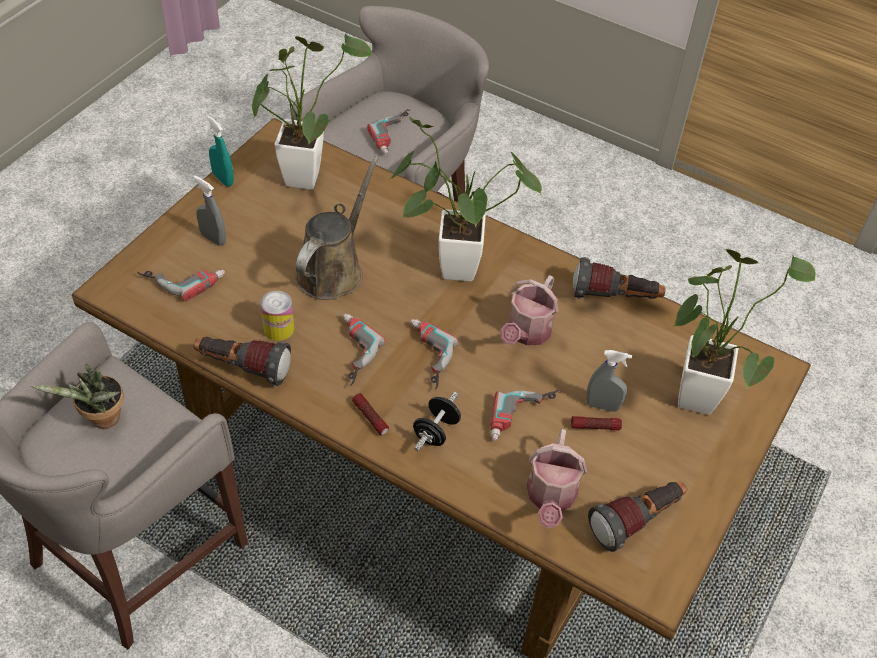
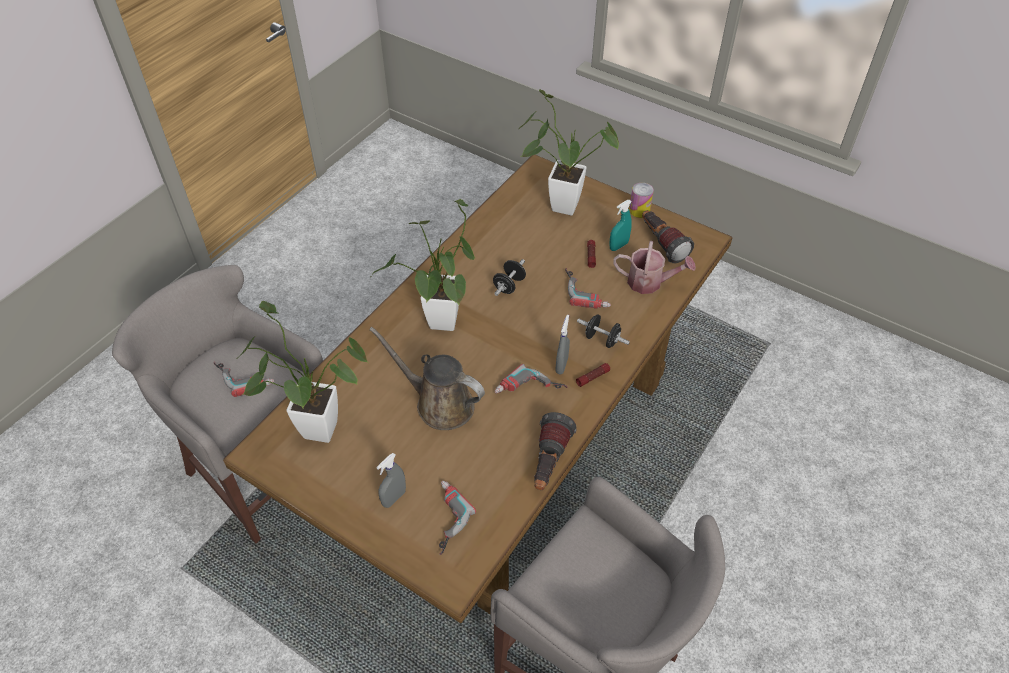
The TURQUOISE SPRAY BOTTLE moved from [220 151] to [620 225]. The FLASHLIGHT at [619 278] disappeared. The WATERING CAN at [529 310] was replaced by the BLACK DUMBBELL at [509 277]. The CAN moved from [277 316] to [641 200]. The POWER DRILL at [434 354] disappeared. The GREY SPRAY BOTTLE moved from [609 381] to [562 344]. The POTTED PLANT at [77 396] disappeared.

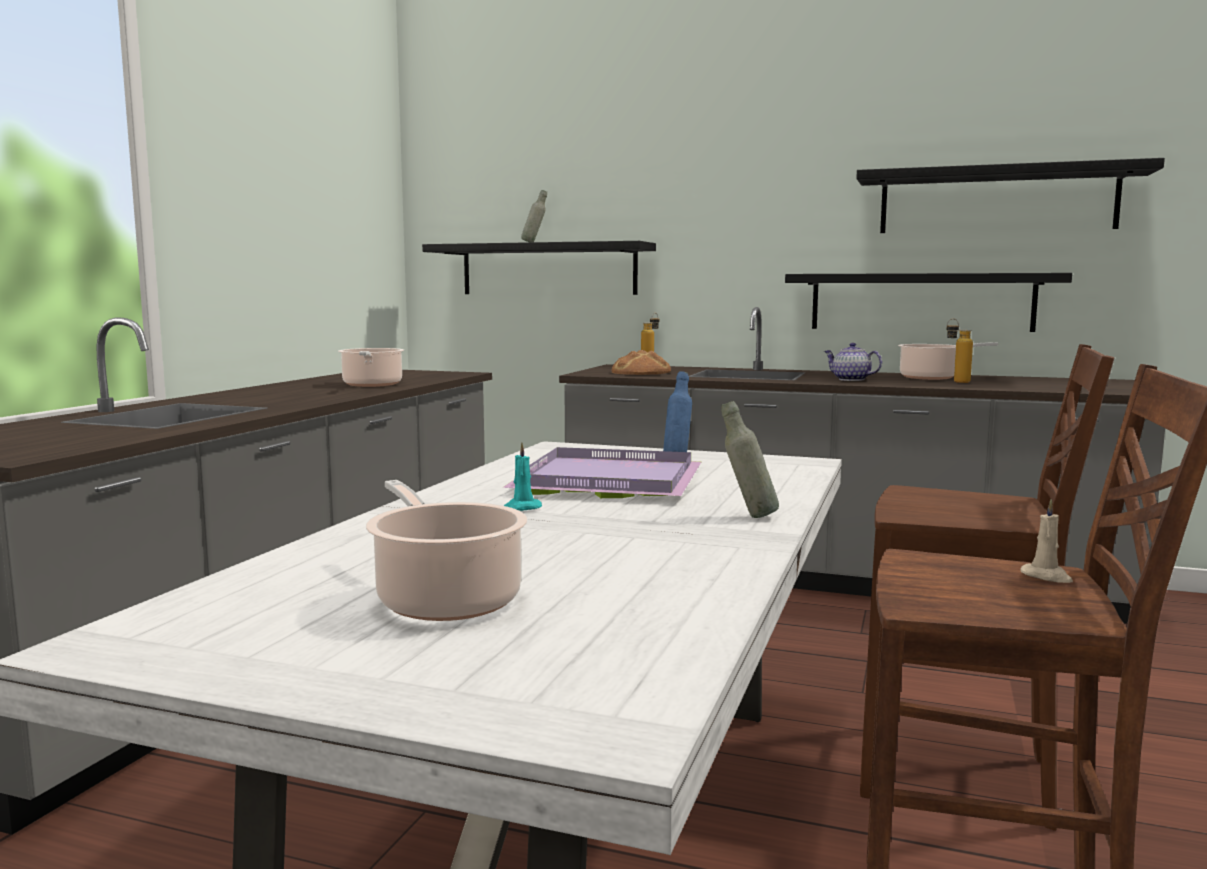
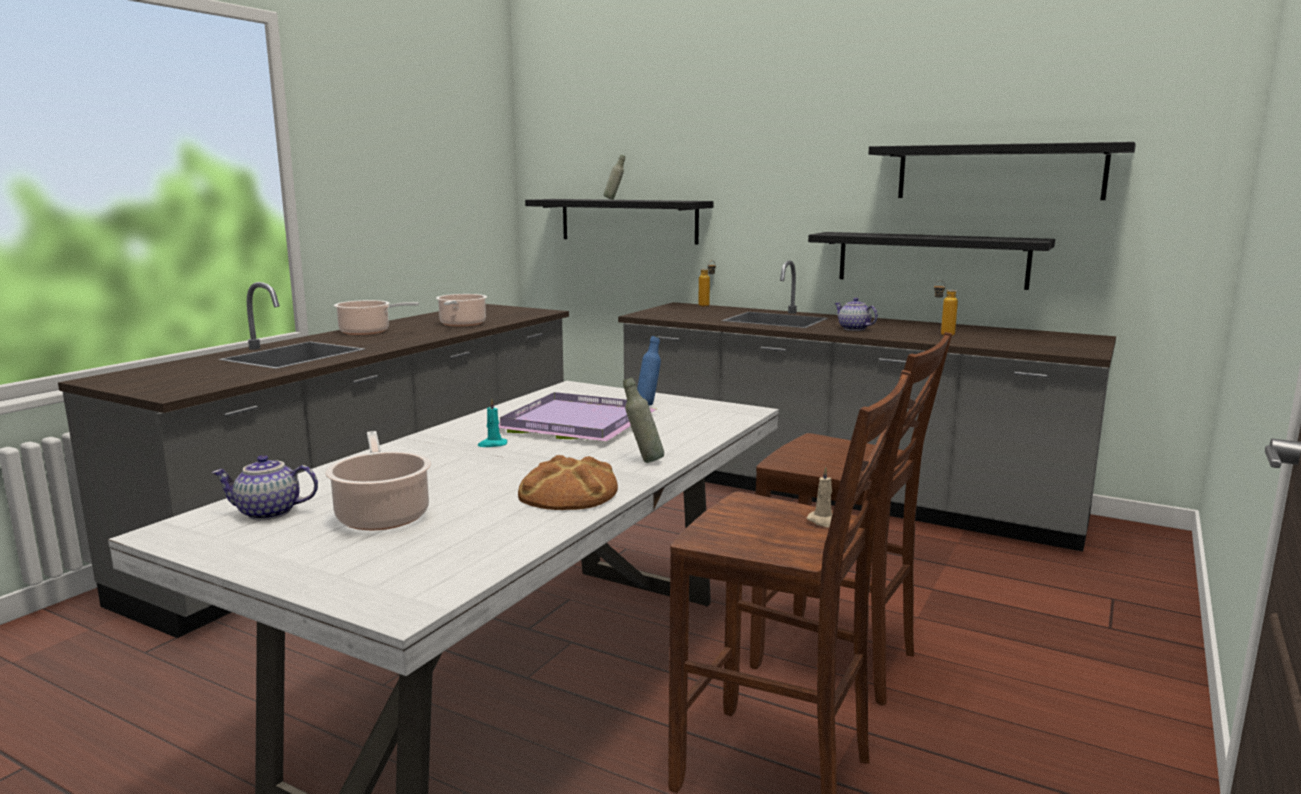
The COOKING POT moved from [948 361] to [376 317]. The BREAD moved from [641 362] to [568 482]. The TEAPOT at [264 487] appeared.

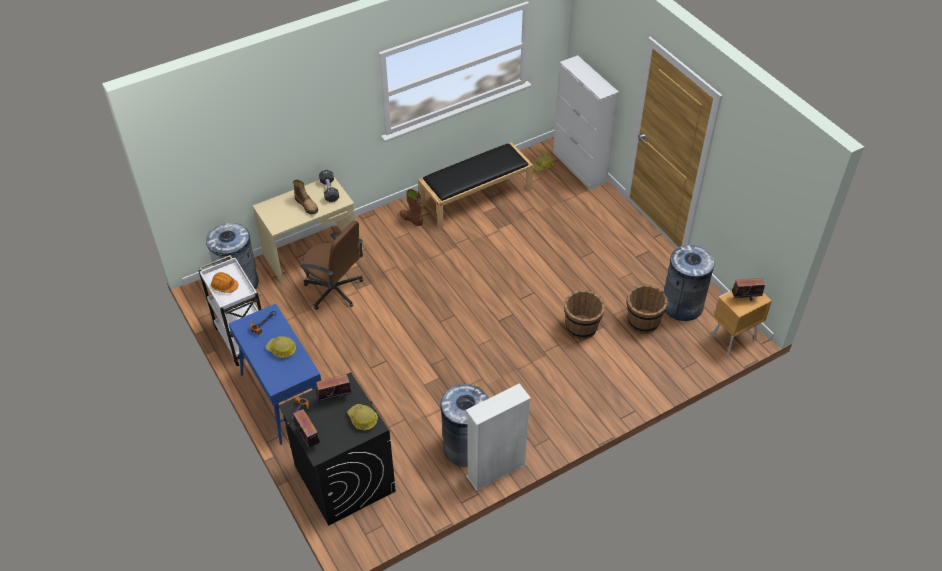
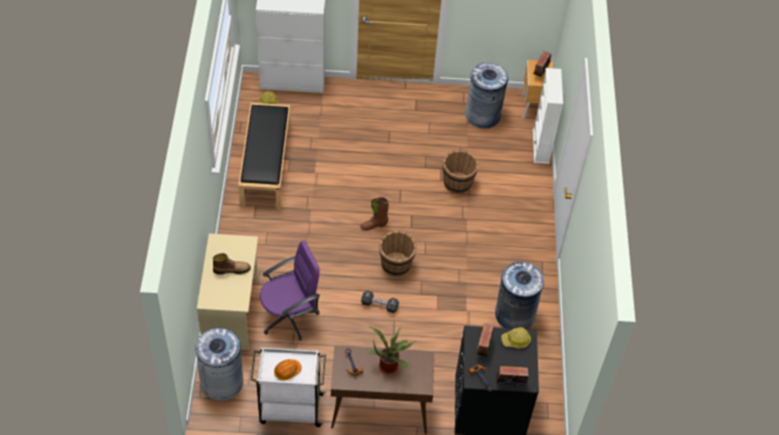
The BLACK DUMBBELL moved from [329 186] to [380 302]. The BROWN BOOT moved from [411 207] to [374 213]. The BROWN OFFICE CHAIR at [331 265] became the PURPLE OFFICE CHAIR at [290 290]. The BROWN BUCKET moved from [647 309] to [398 253]. The BLUE CONSOLE TABLE at [274 374] became the BROWN CONSOLE TABLE at [382 390]. The HARD HAT at [281 347] was replaced by the POTTED PLANT at [392 350]. The WHITE BOOKCASE moved from [498 437] to [548 116].

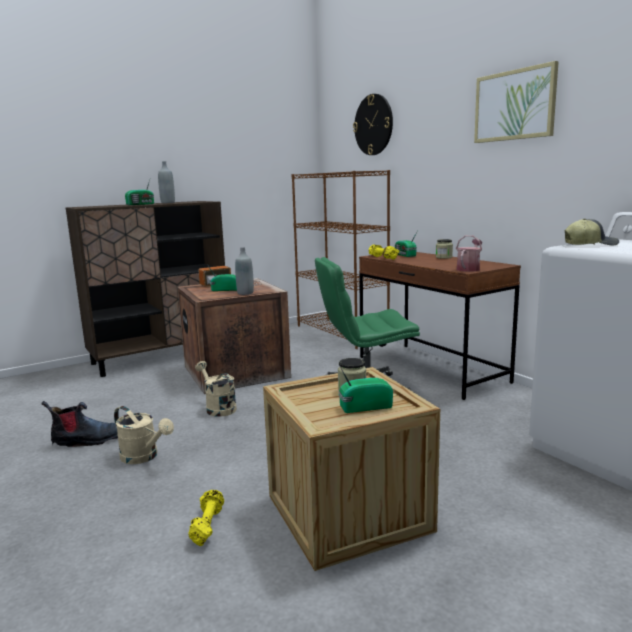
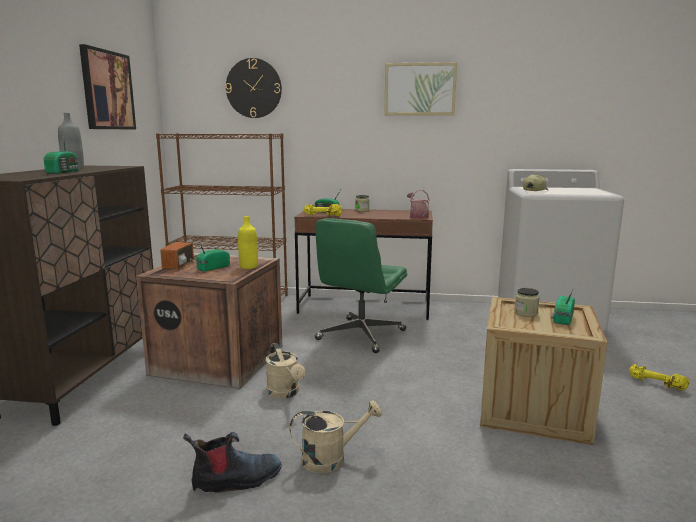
The GREY BOTTLE at [244 271] became the YELLOW BOTTLE at [248 242]. The BEIGE WATERING CAN at [216 389] turned 120 degrees counterclockwise. The BOOT at [79 424] turned 45 degrees clockwise. The YELLOW DUMBBELL moved from [206 518] to [659 377]. The PICTURE at [107 86] appeared.

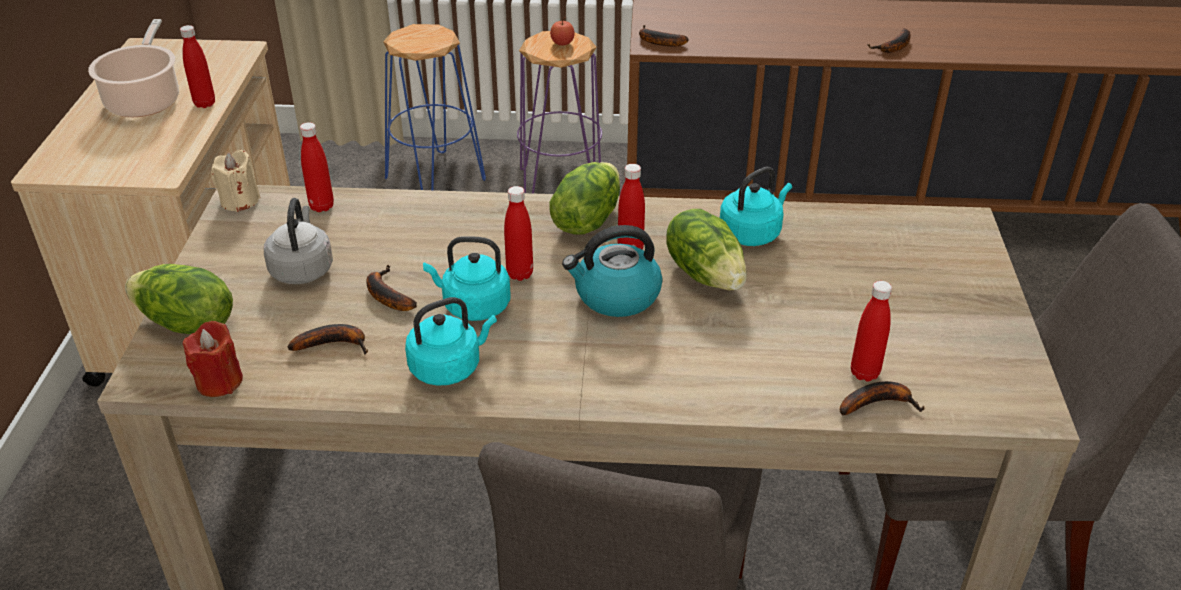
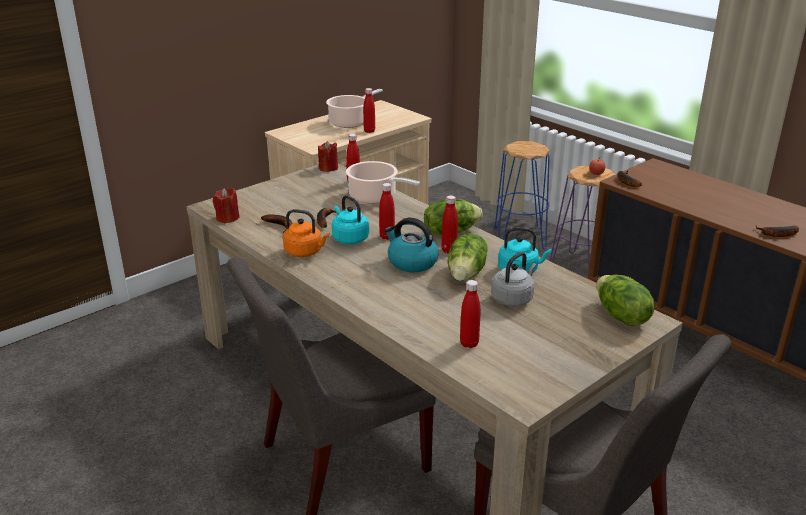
The BEIGE CANDLE at [236 181] became the RED CANDLE at [328 156]. The GREY KETTLE moved from [298 241] to [513 279]. The LETTUCE moved from [179 299] to [625 300]. The TURQUOISE KETTLE at [451 341] became the ORANGE KETTLE at [306 233]. The BANANA at [882 398] disappeared. The COOKING POT at [383 182] appeared.

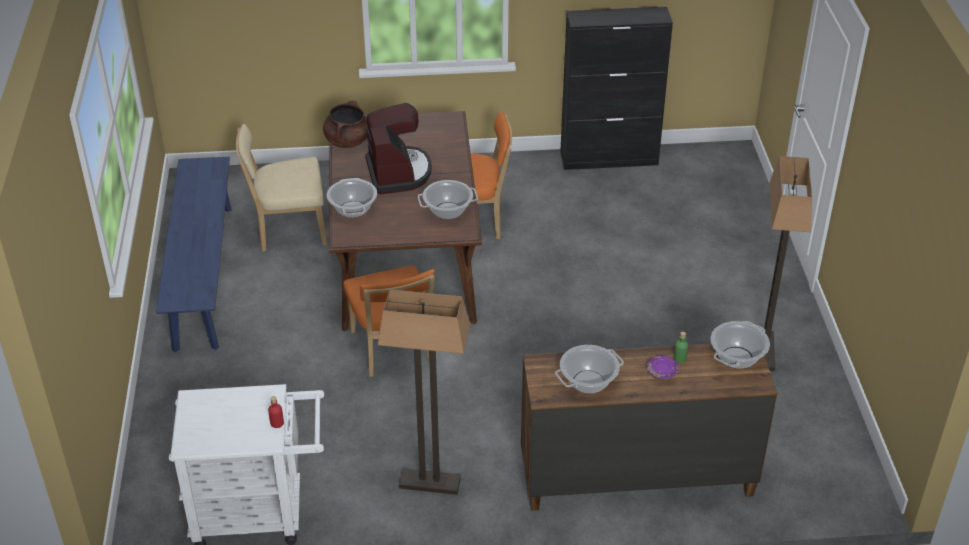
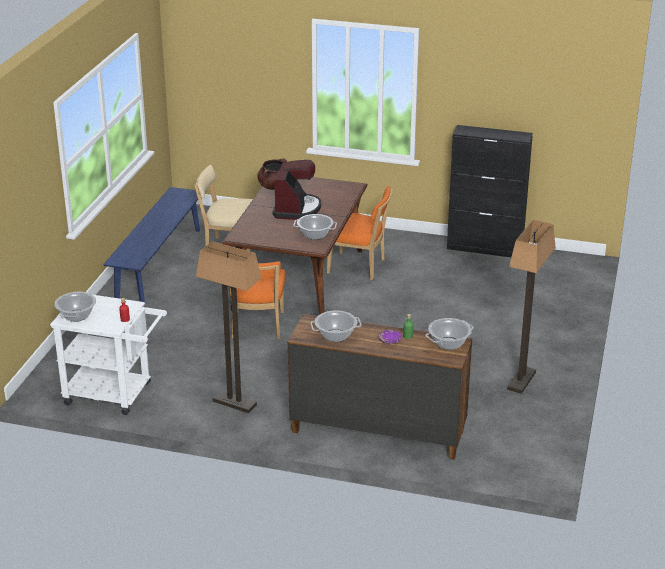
The COOKING POT moved from [352 198] to [75 307].

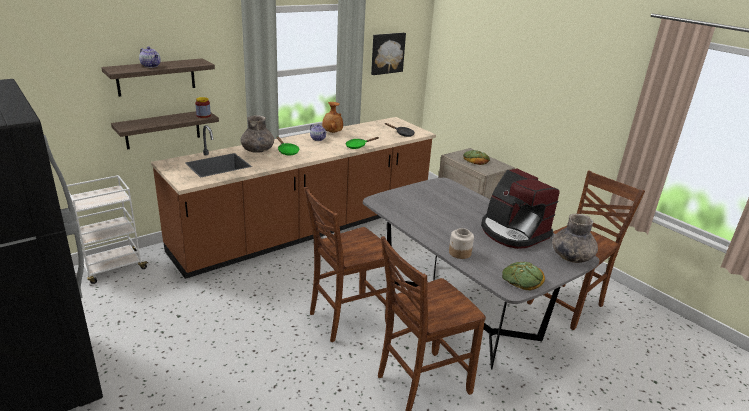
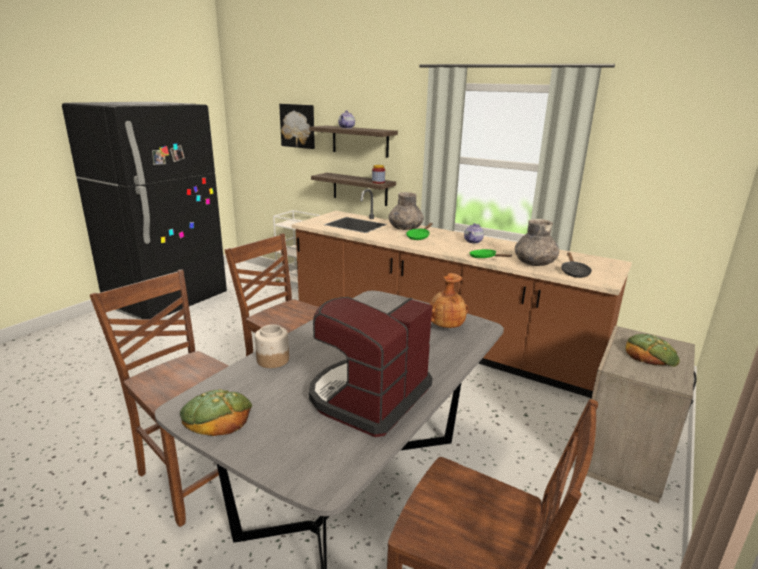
The PICTURE moved from [388 54] to [297 126]. The BROWN VASE moved from [332 117] to [449 300]. The GREY VASE moved from [575 238] to [537 242].

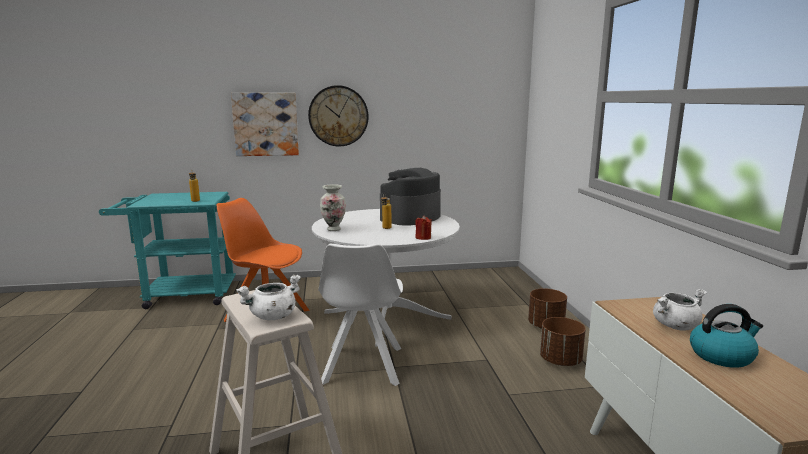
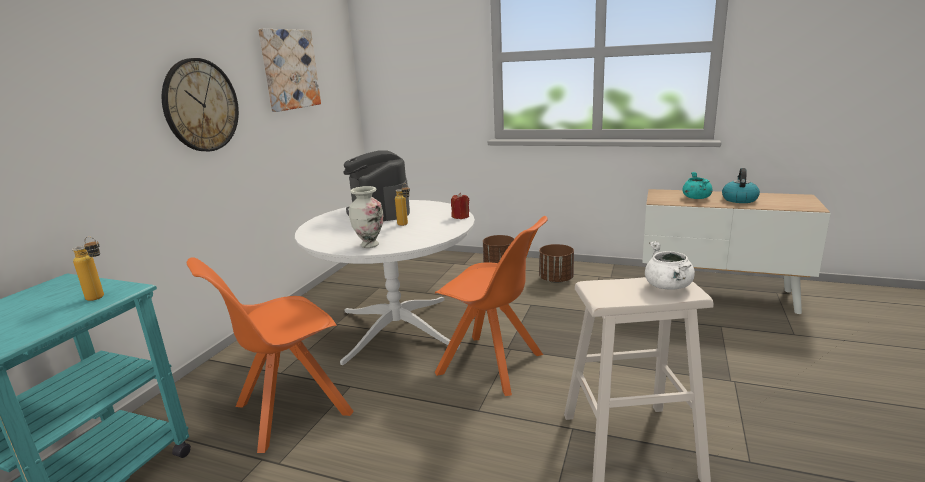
The PICTURE moved from [265 124] to [289 70]. The WHITE CHAIR at [360 315] became the ORANGE CHAIR at [491 306]. The WHITE COOKING POT at [680 310] became the TURQUOISE COOKING POT at [697 185].

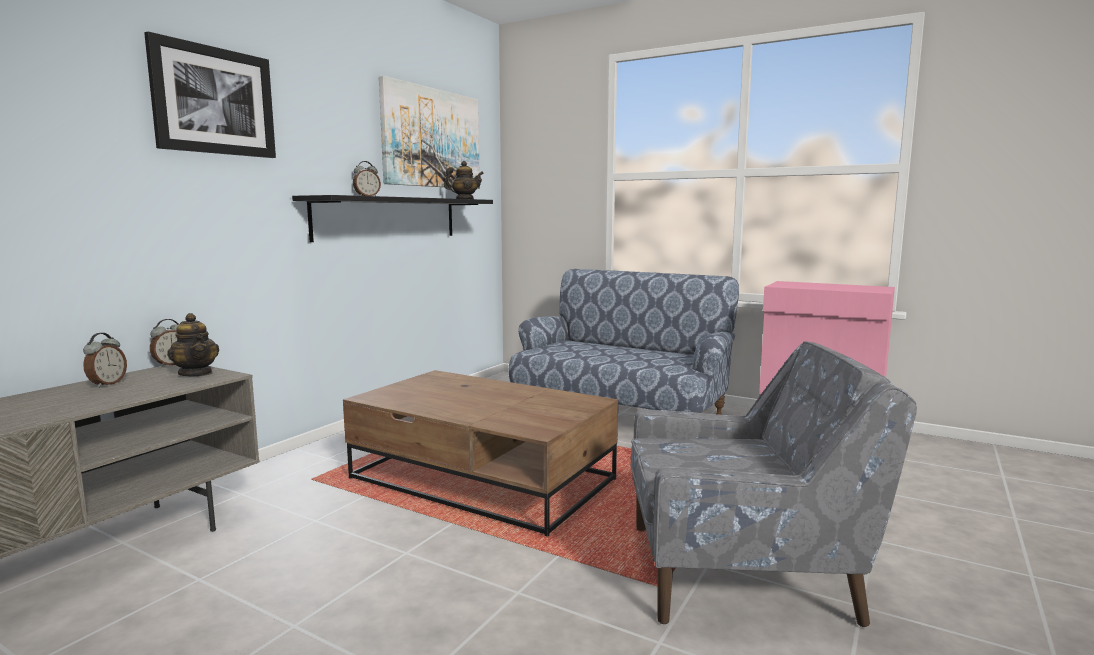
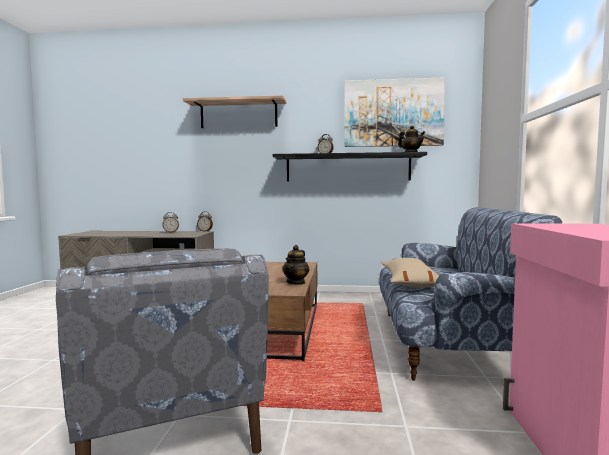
The PICTURE at [210 95] was replaced by the SHELF at [234 111]. The TEAPOT moved from [193 344] to [295 265]. The BEIGE PILLOW at [410 272] appeared.

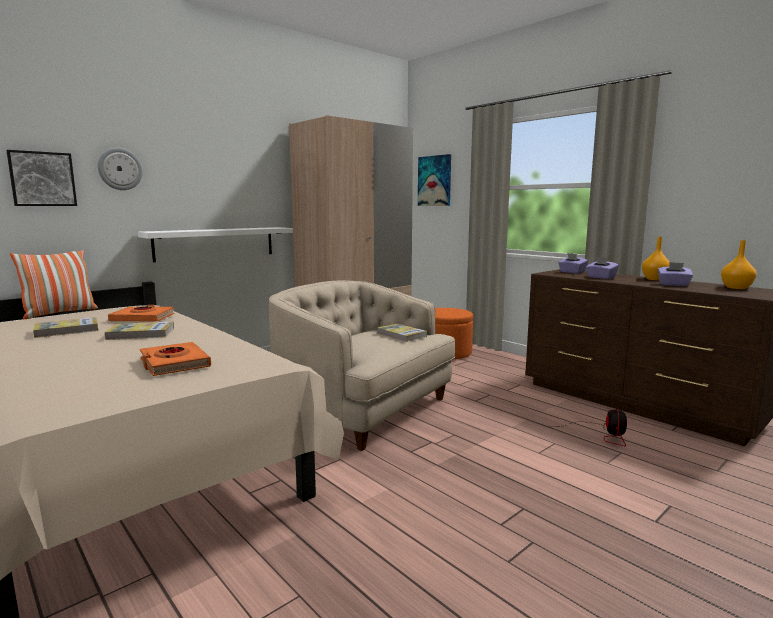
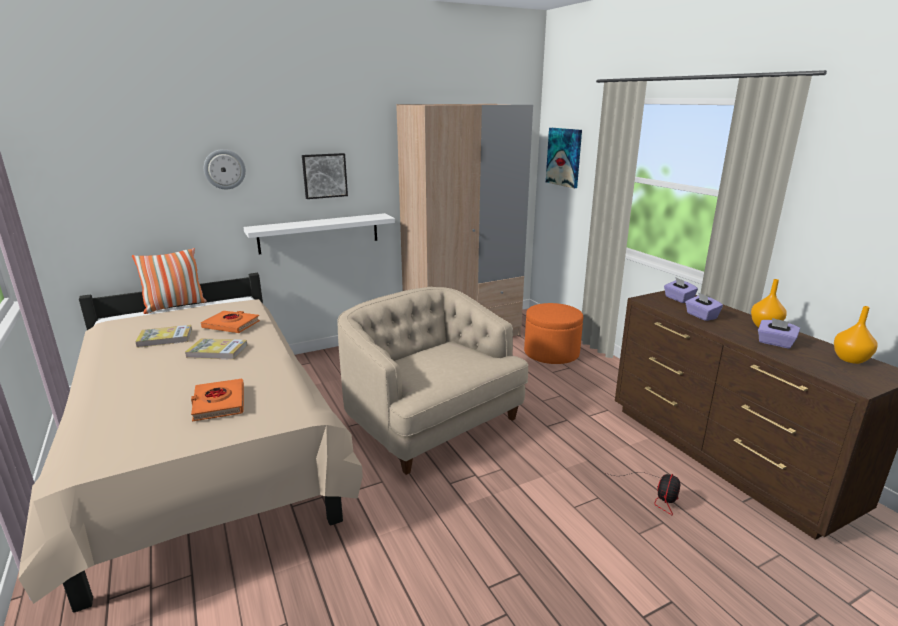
The PICTURE moved from [41 178] to [325 176]. The BOOK at [402 332] disappeared.

